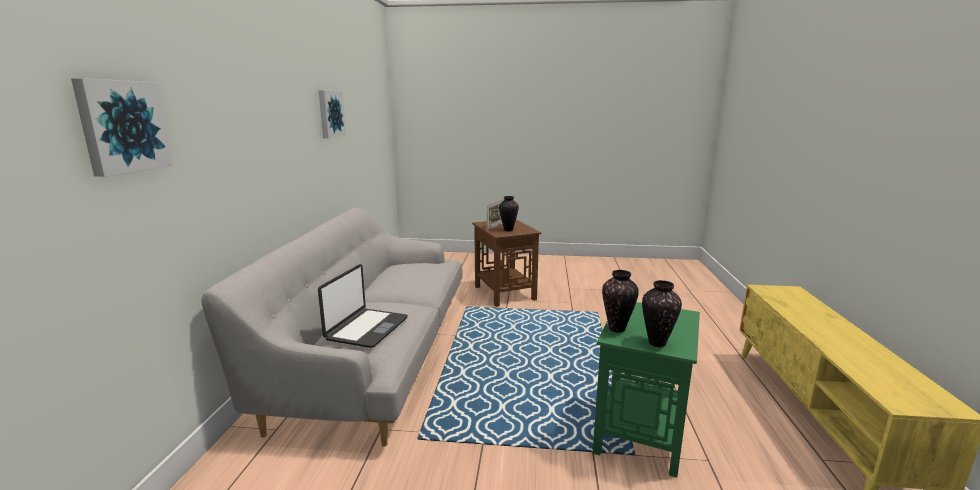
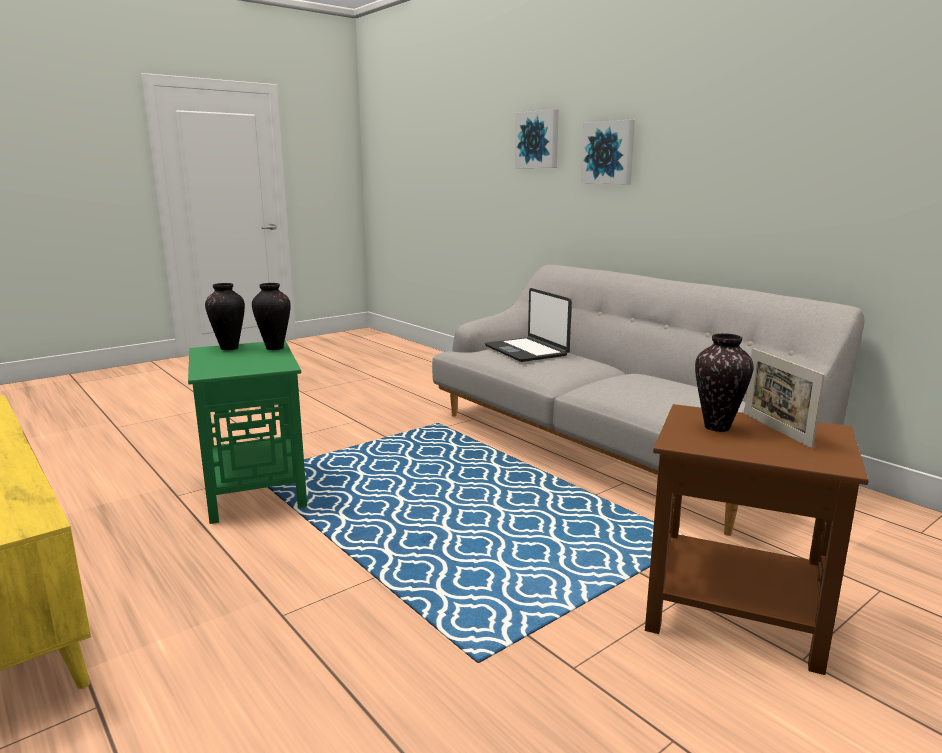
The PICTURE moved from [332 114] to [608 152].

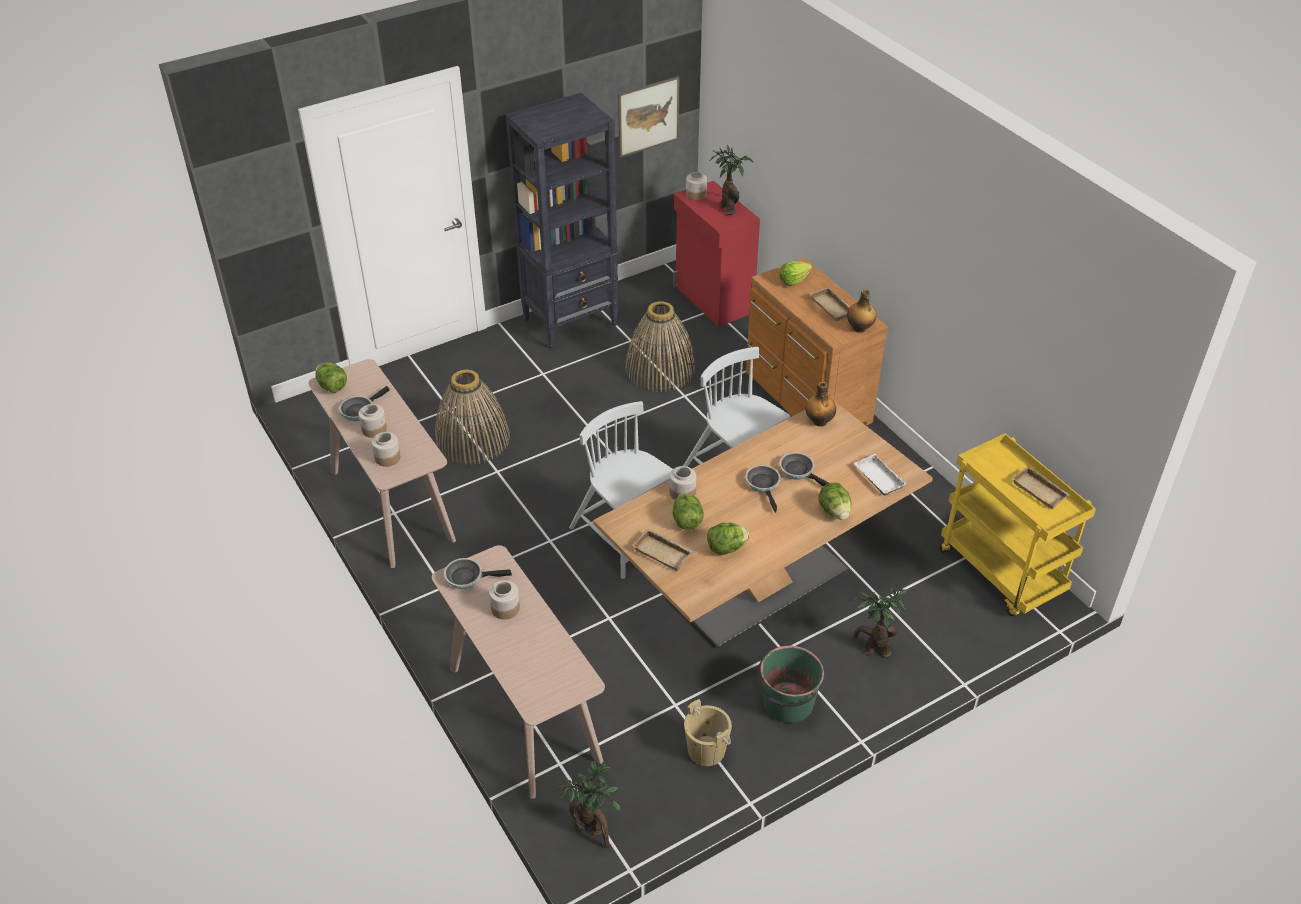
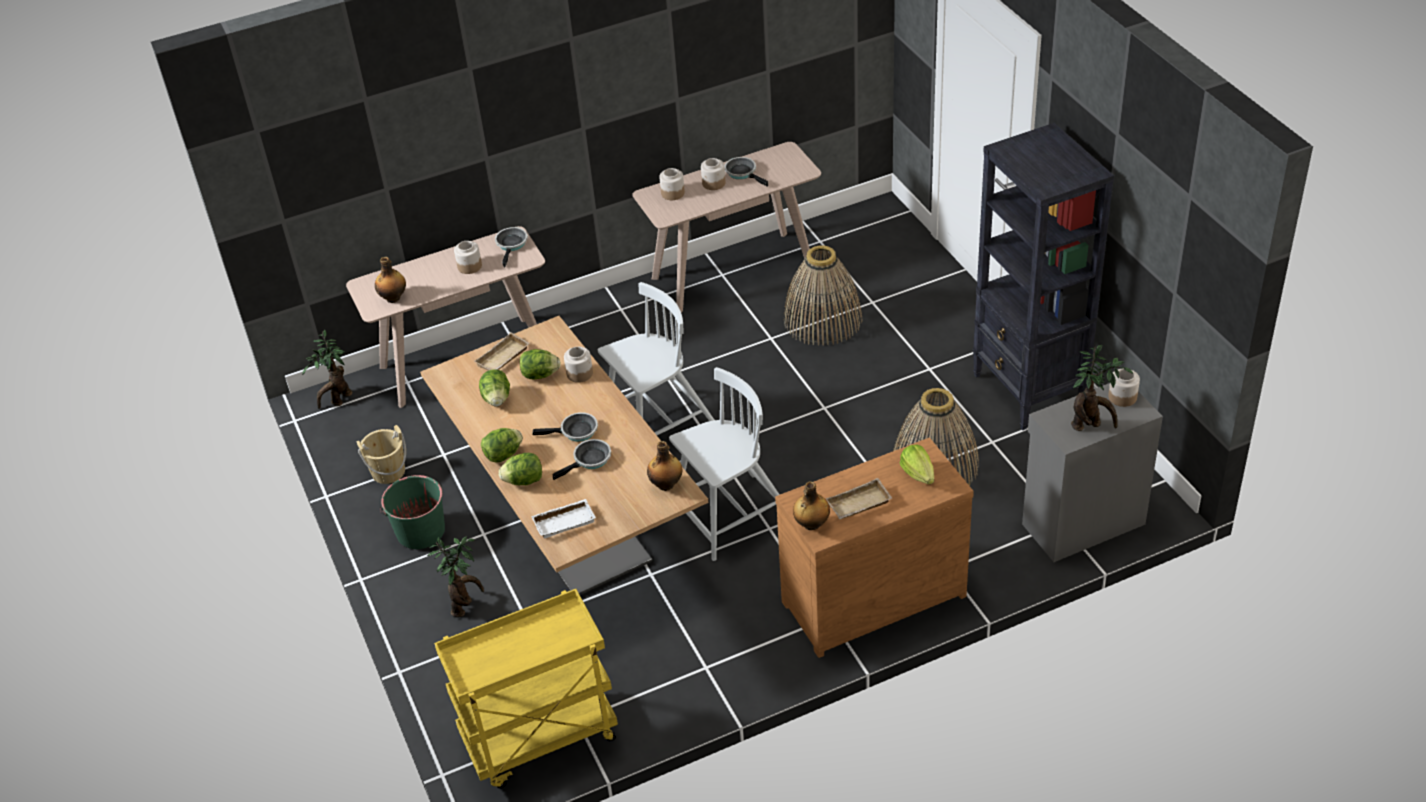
The PICTURE at [648 117] disappeared. The RED CABINET at [716 254] became the GREY CABINET at [1092 472]. The LETTUCE moved from [331 377] to [502 445]. The BEIGE TRAY at [1041 487] disappeared. The BOTTLE at [390 280] appeared.

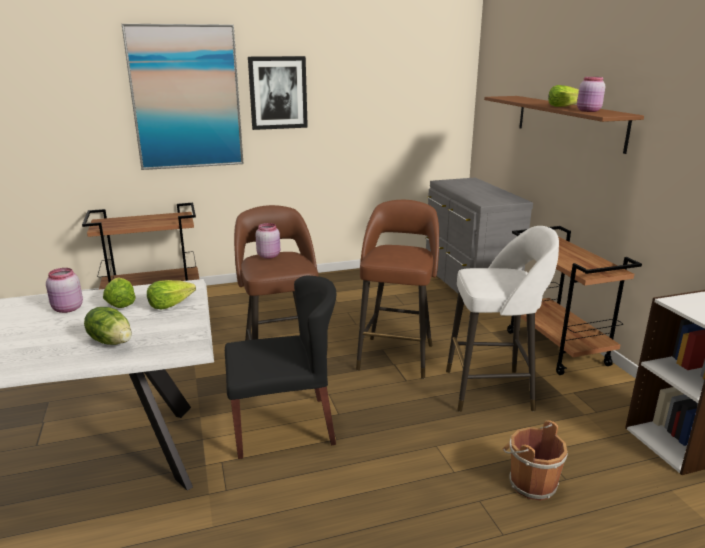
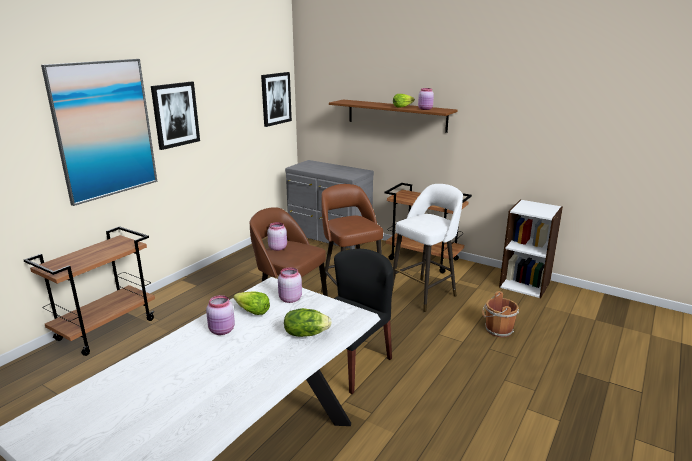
The LETTUCE at [171 294] was replaced by the PINK JAR at [290 285]. The PICTURE at [276 99] appeared.

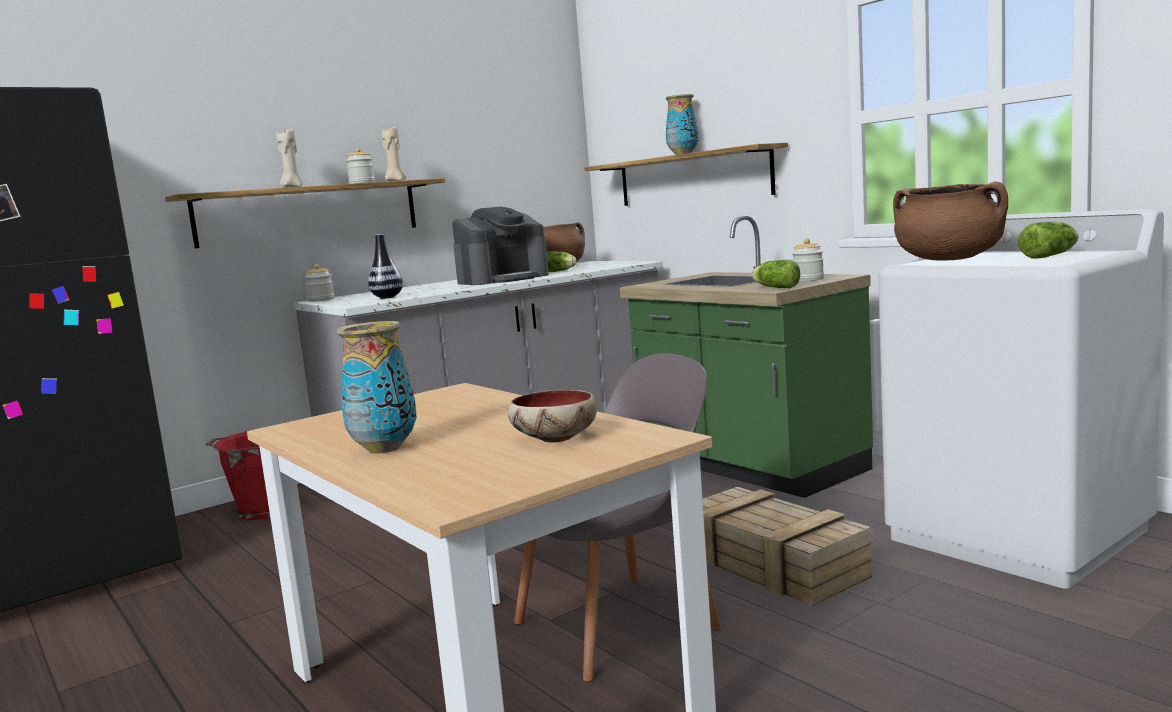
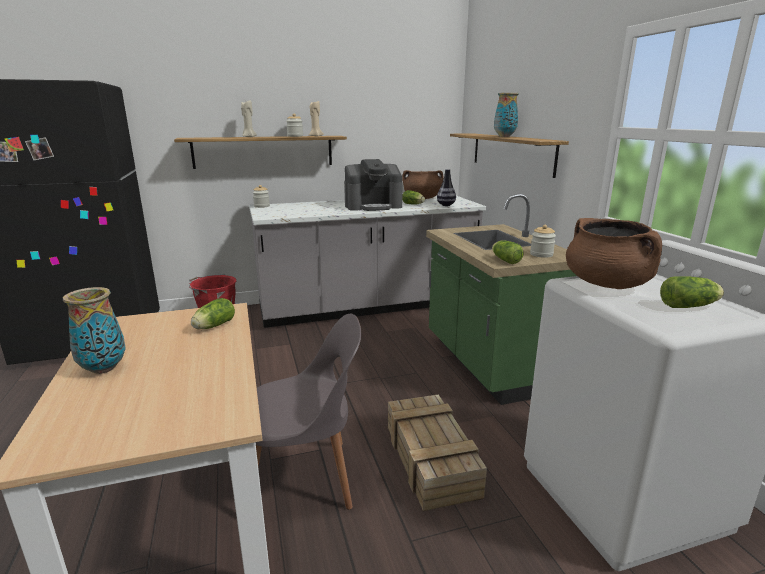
The VASE moved from [385 266] to [446 187]. The BOWL at [552 416] disappeared. The LETTUCE at [213 313] appeared.

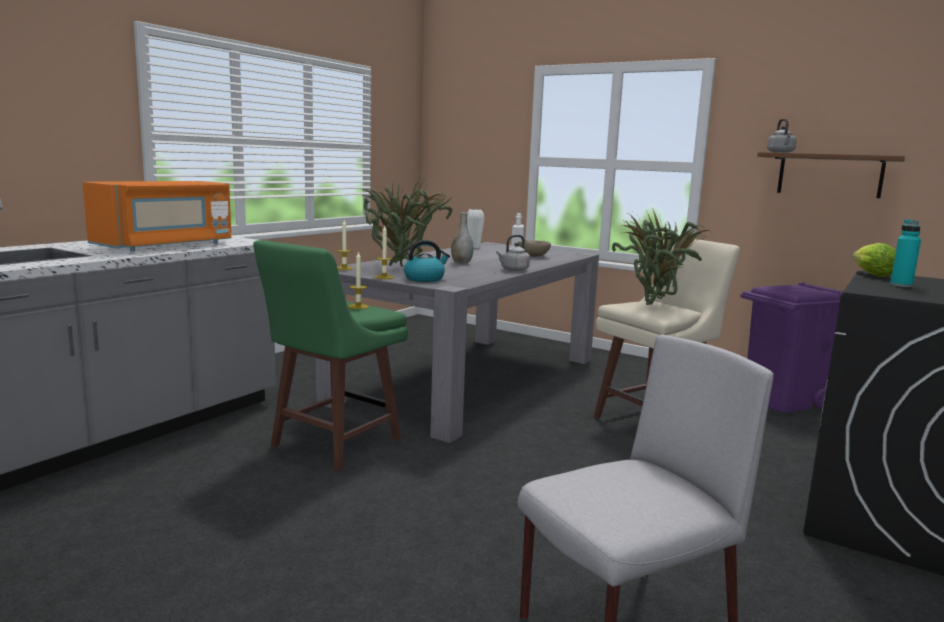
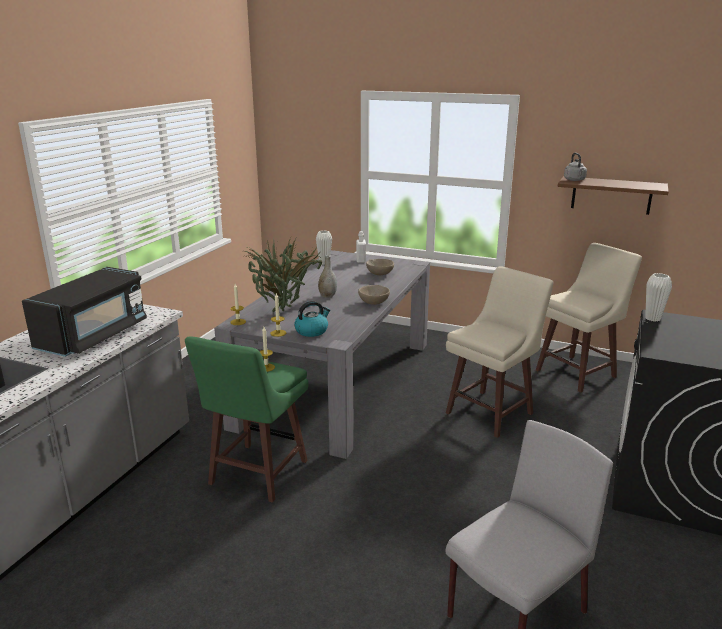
The ORANGE MICROWAVE at [157 216] became the BLACK MICROWAVE at [84 312]. The POTTED PLANT at [661 256] disappeared. The TURQUOISE BOTTLE at [905 253] disappeared. The GREY KETTLE at [513 253] was replaced by the BEIGE BOWL at [374 295]. The LETTUCE at [874 260] was replaced by the WHITE VASE at [658 297]. The PURPLE TRASH CAN at [791 347] was replaced by the BEIGE STOOL at [589 318].

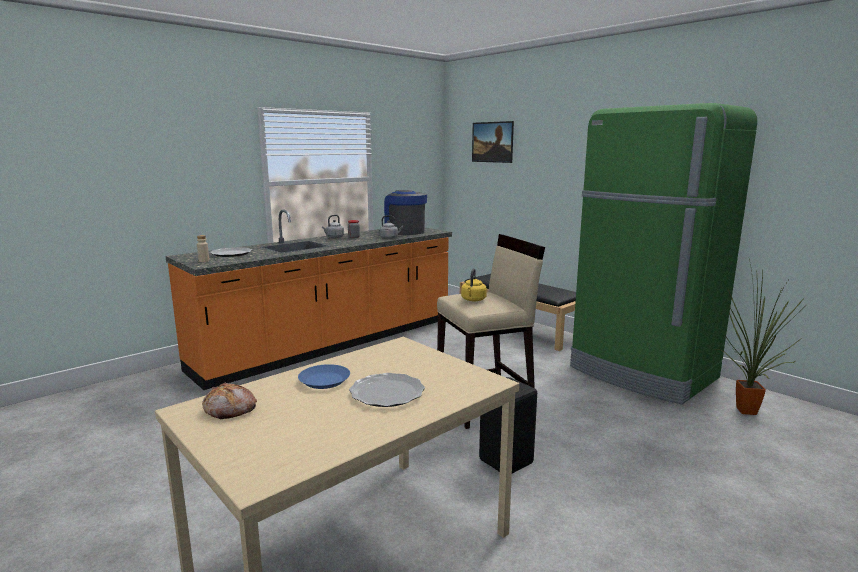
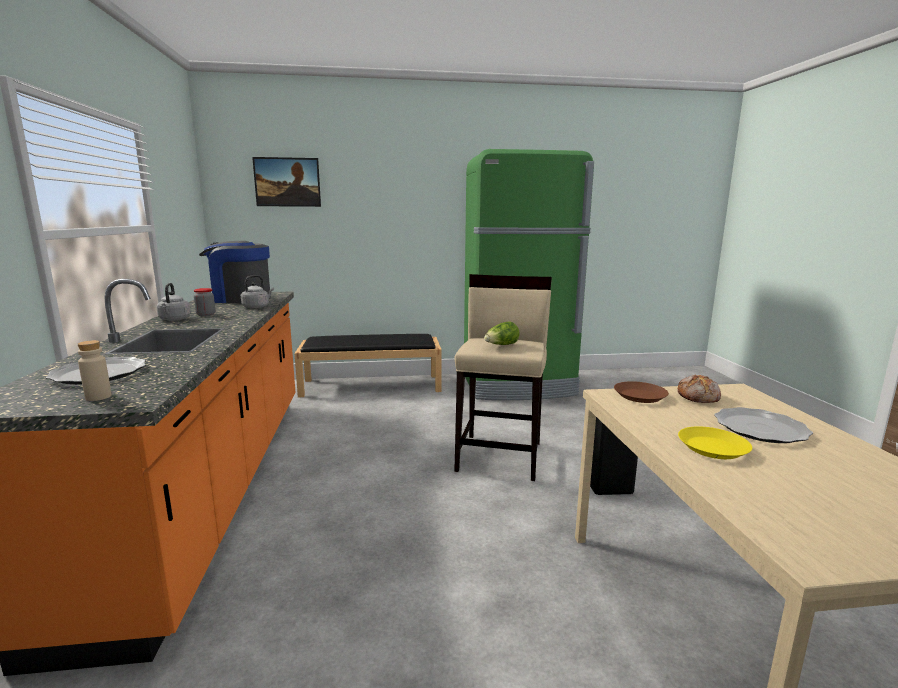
The POTTED PLANT at [759 337] disappeared. The YELLOW KETTLE at [474 285] was replaced by the LETTUCE at [502 333]. The BLUE PLATE at [324 376] became the YELLOW PLATE at [715 442]. The BREAD moved from [229 401] to [699 388]. The BROWN PLATE at [641 392] appeared.

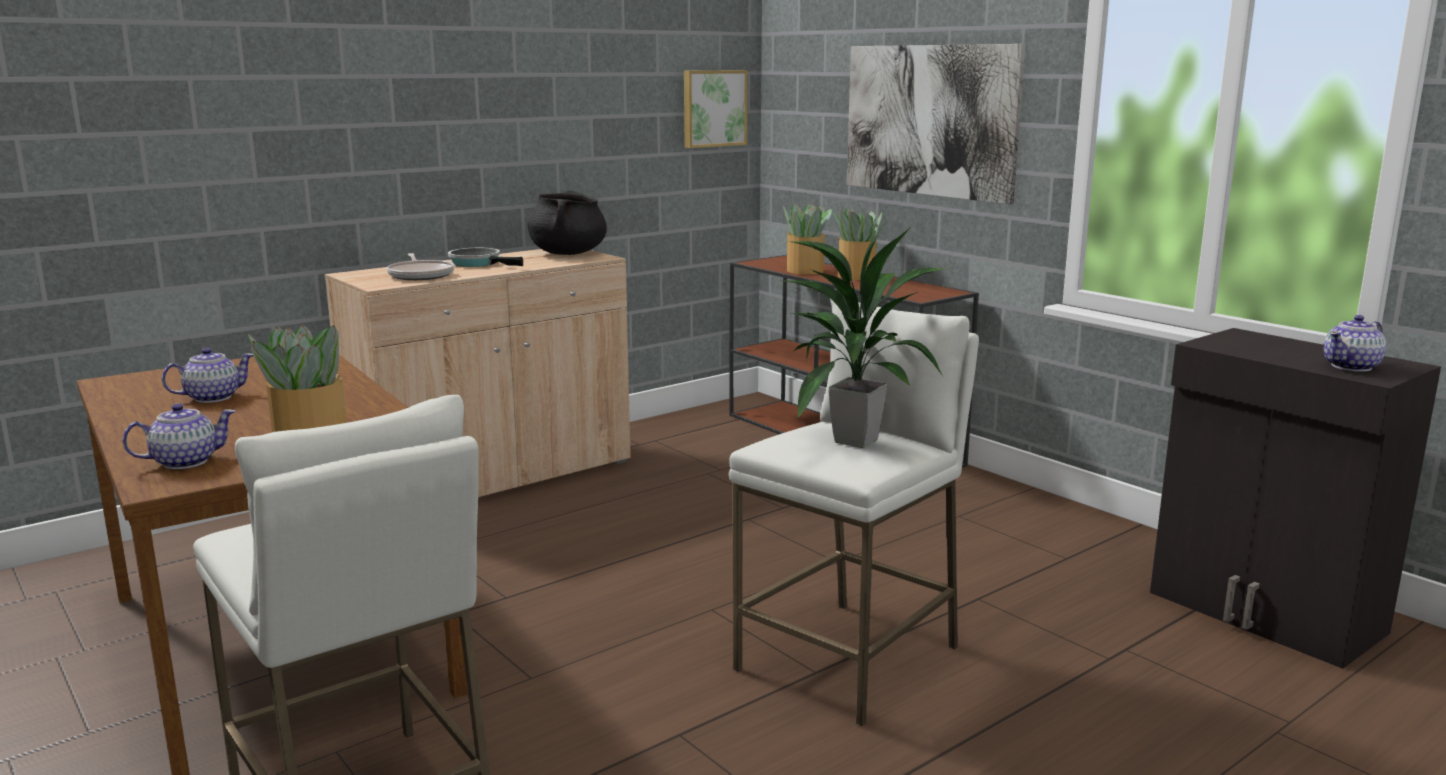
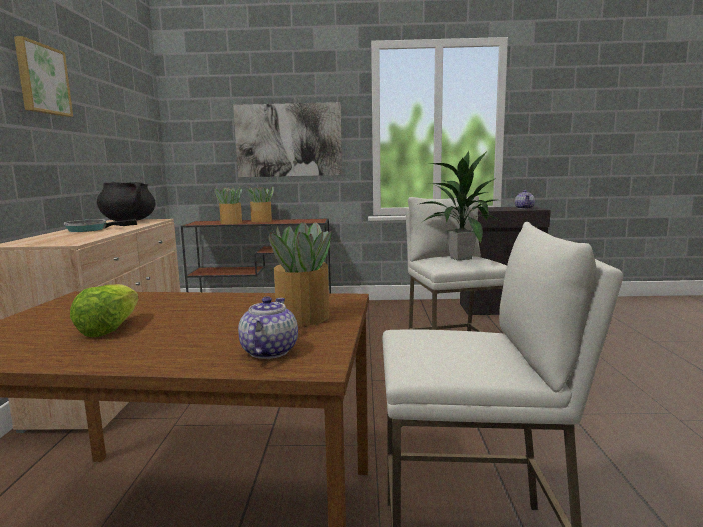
The PICTURE moved from [716 109] to [43 76]. The FRYING PAN at [420 266] disappeared. The TEAPOT at [207 375] was replaced by the LETTUCE at [104 311].

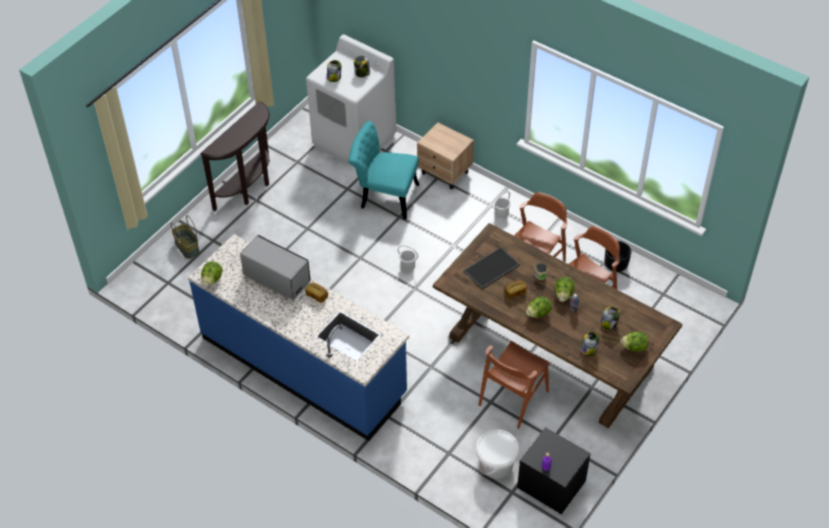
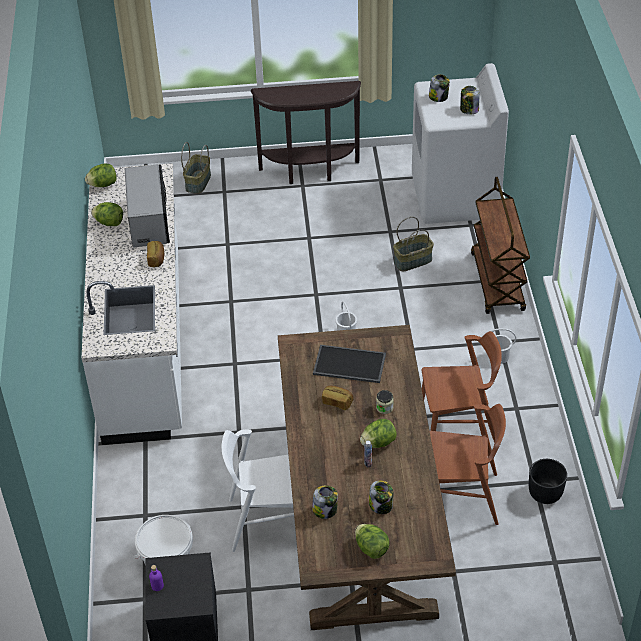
The TURQUOISE CHAIR at [383 170] was replaced by the BASKET at [413 244]. The BEIGE NIGHTSTAND at [445 155] was replaced by the BROWN CART at [500 245]. The BLUE COUNTER at [298 337] became the WHITE COUNTER at [132 304]. The LETTUCE moved from [539 307] to [107 214]. The BROWN CHAIR at [514 385] became the WHITE CHAIR at [258 490].

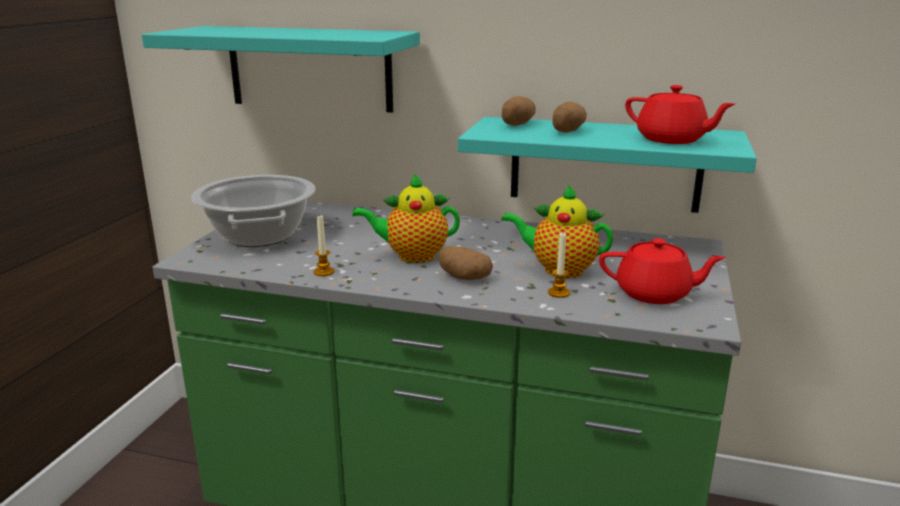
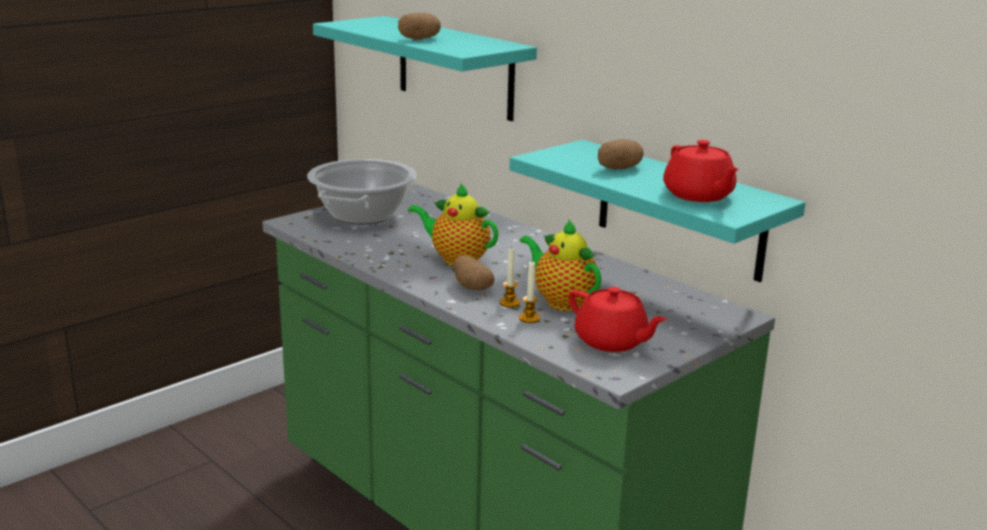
The POTATO moved from [519 111] to [419 26]. The CANDLE moved from [323 245] to [510 277].

